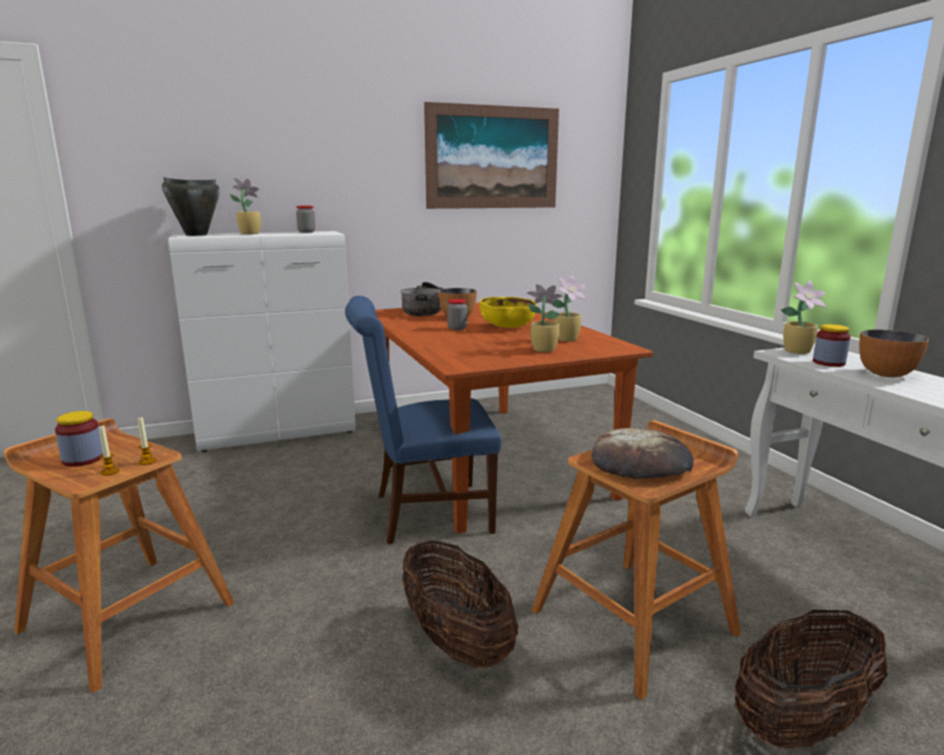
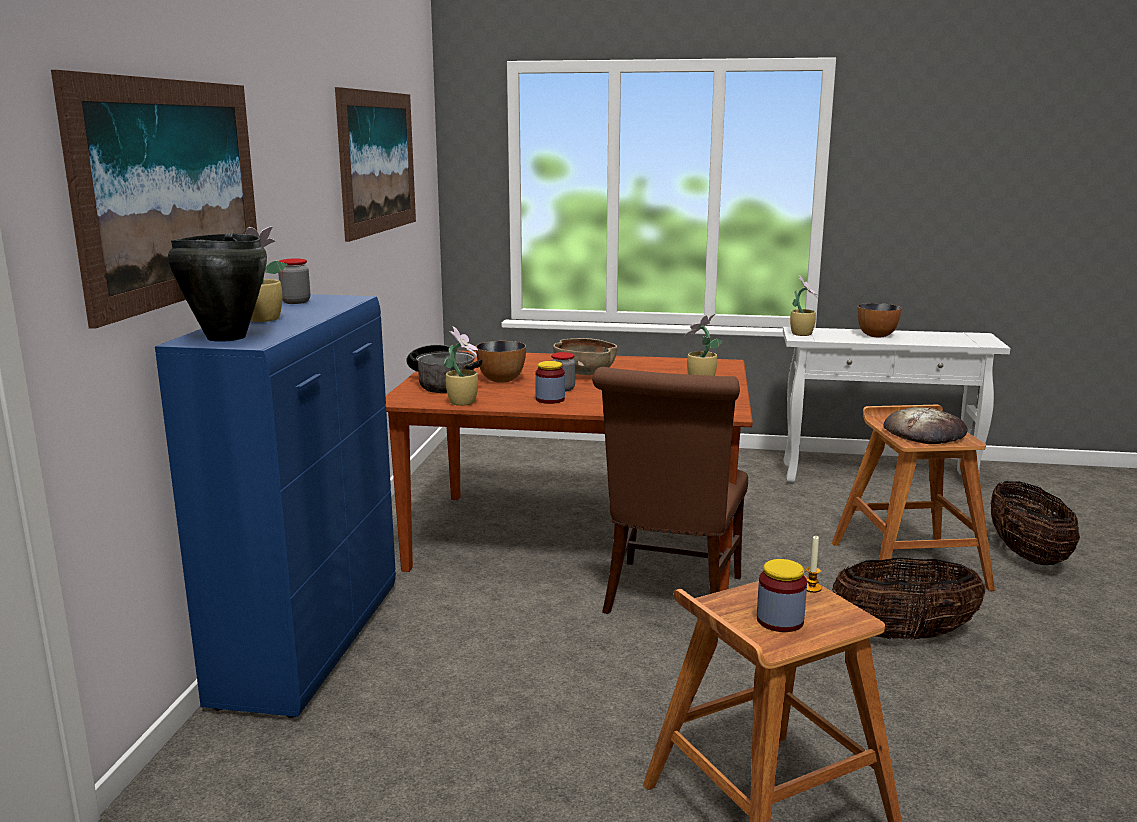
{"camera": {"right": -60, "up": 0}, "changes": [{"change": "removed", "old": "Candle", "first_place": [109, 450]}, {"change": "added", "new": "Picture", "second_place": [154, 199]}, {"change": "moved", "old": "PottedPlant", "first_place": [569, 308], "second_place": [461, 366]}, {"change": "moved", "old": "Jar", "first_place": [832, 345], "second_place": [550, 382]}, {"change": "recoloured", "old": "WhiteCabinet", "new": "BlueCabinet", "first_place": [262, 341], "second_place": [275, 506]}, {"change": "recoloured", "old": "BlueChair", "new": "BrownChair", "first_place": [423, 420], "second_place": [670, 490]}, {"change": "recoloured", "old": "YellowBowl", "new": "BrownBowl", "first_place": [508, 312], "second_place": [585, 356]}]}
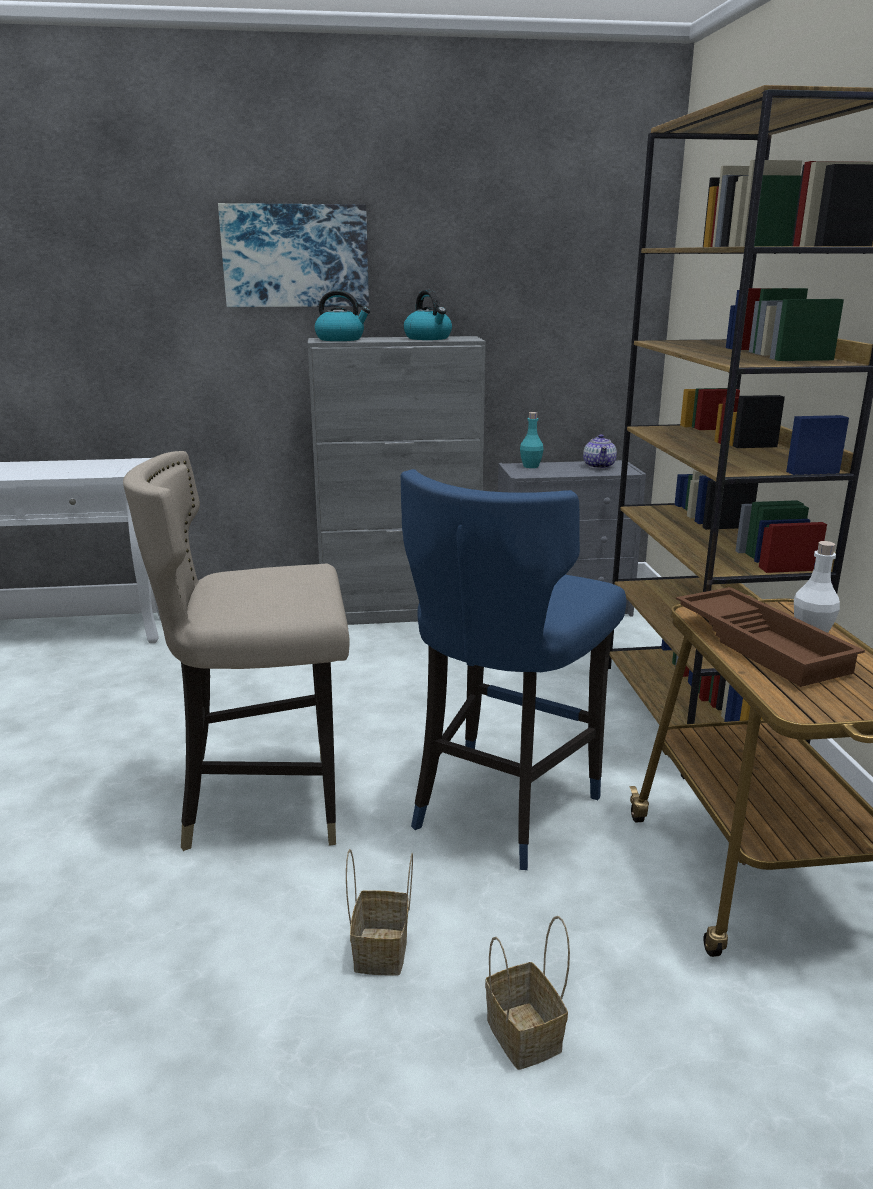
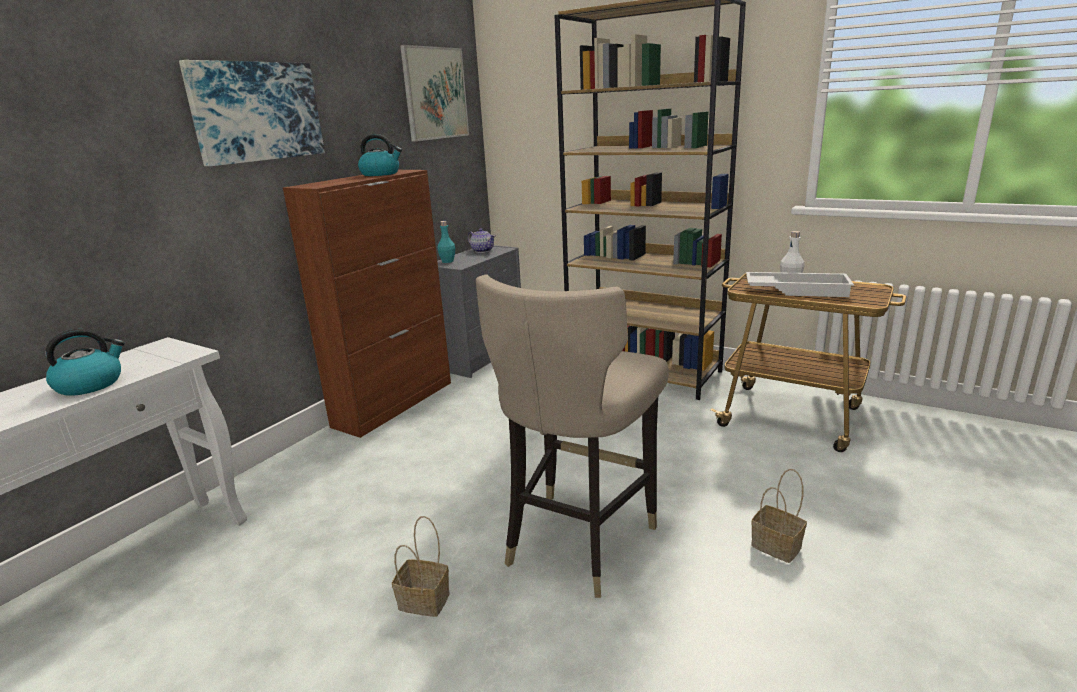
{"camera": {"right": -50, "up": 0}, "changes": [{"change": "removed", "old": "BlueStool", "first_place": [513, 669]}, {"change": "added", "new": "Picture", "second_place": [434, 93]}, {"change": "moved", "old": "Kettle", "first_place": [342, 315], "second_place": [85, 362]}, {"change": "moved", "old": "Basket", "first_place": [527, 993], "second_place": [421, 566]}, {"change": "recoloured", "old": "GreyCabinet", "new": "BrownCabinet", "first_place": [397, 480], "second_place": [367, 304]}, {"change": "recoloured", "old": "BrownTray", "new": "WhiteTray", "first_place": [770, 637], "second_place": [800, 284]}]}
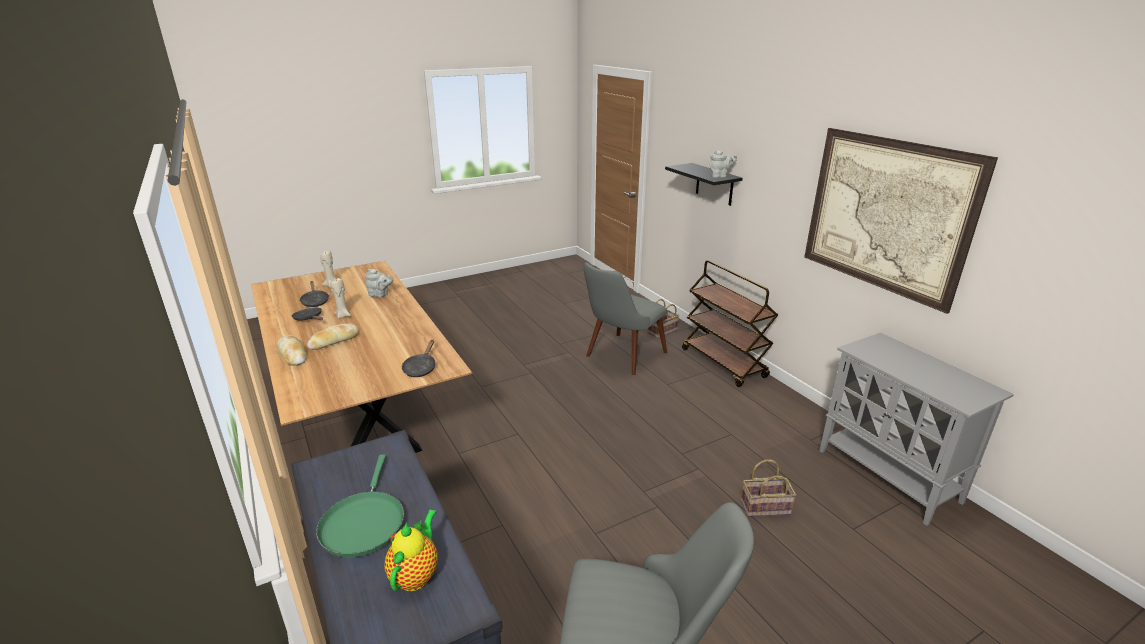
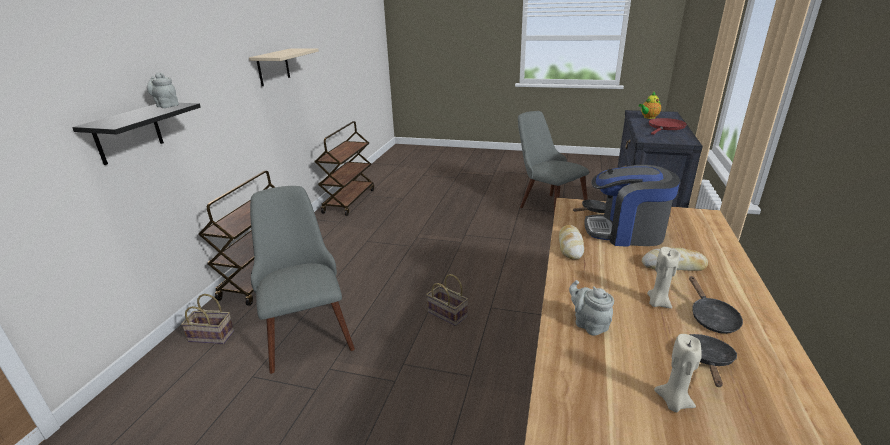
{"camera": {"right": -135, "up": 0}, "changes": [{"change": "added", "new": "CoffeeMachine", "second_place": [632, 205]}, {"change": "moved", "old": "Bread", "first_place": [291, 350], "second_place": [571, 242]}, {"change": "moved", "old": "Basket", "first_place": [768, 488], "second_place": [447, 300]}, {"change": "replaced", "old": "Picture", "new": "BeigeShelf", "first_place": [901, 221], "second_place": [284, 67]}, {"change": "replaced", "old": "GreyCabinet", "new": "BrownCart", "first_place": [916, 429], "second_place": [344, 168]}, {"change": "recoloured", "old": "GreenFryingPan", "new": "RedFryingPan", "first_place": [360, 505], "second_place": [668, 126]}, {"change": "turned", "old": "GreyChair", "first_place": [625, 318], "second_place": [302, 280], "degrees": -105}]}
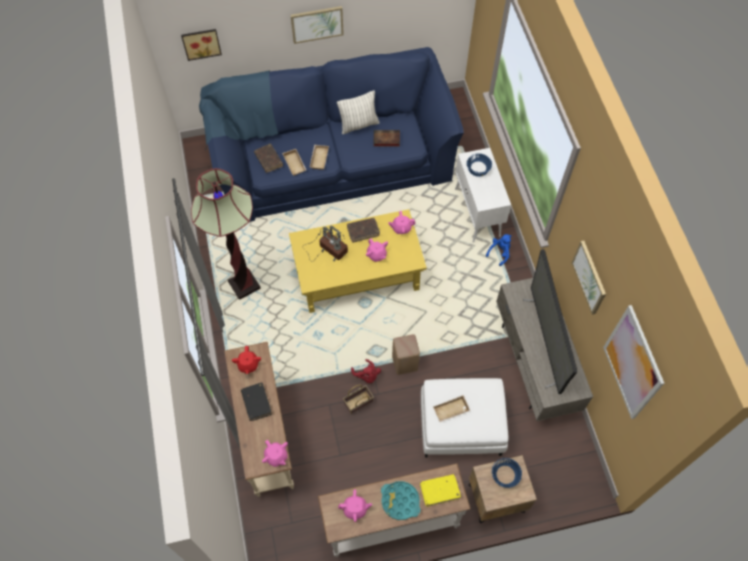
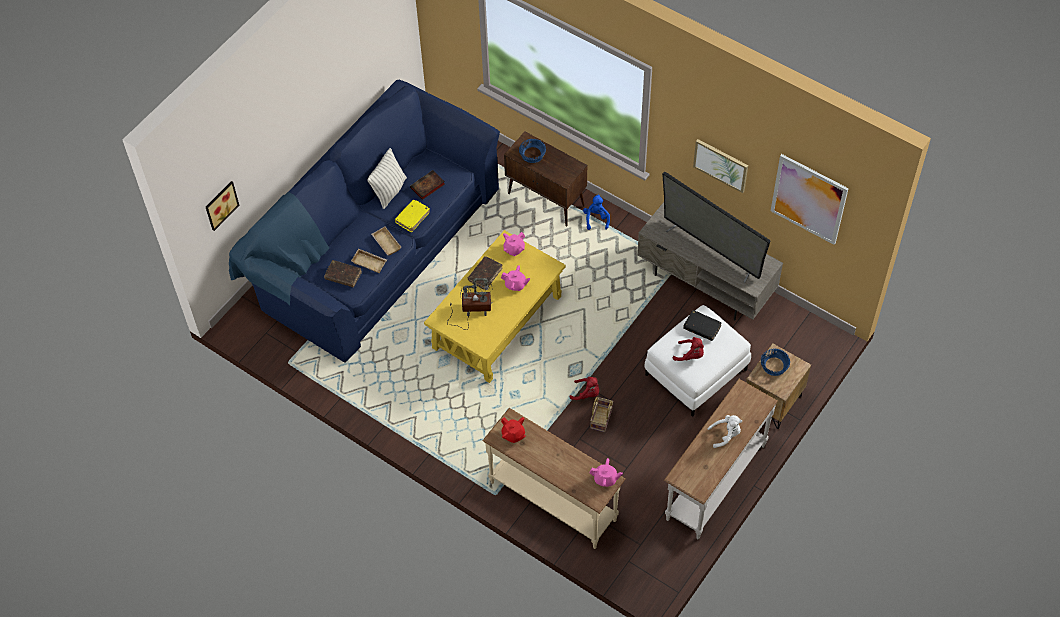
{"camera": {"right": -40, "up": -5}, "changes": [{"change": "removed", "old": "FloorLamp", "first_place": [226, 234]}, {"change": "removed", "old": "Picture", "first_place": [317, 25]}, {"change": "removed", "old": "PinkTeapot", "first_place": [355, 505]}, {"change": "removed", "old": "BeigeStool", "first_place": [406, 354]}, {"change": "moved", "old": "BlackBook", "first_place": [256, 401], "second_place": [702, 325]}, {"change": "moved", "old": "YellowBook", "first_place": [440, 490], "second_place": [412, 216]}, {"change": "replaced", "old": "TurquoiseTray", "new": "WhitePlushToy", "first_place": [401, 500], "second_place": [725, 431]}, {"change": "replaced", "old": "BeigeTray", "new": "RedPlushToy", "first_place": [451, 408], "second_place": [688, 349]}, {"change": "recoloured", "old": "WhiteCabinet", "new": "BrownCabinet", "first_place": [483, 195], "second_place": [545, 179]}]}
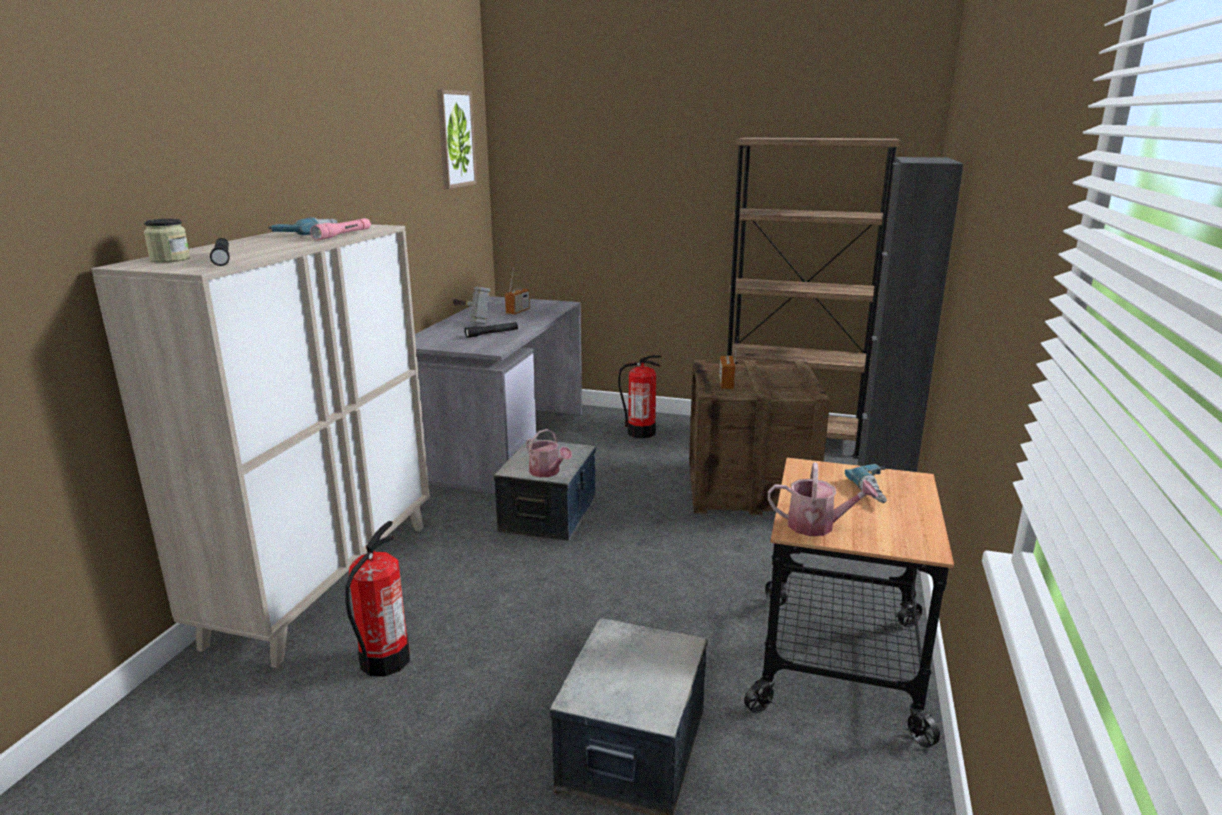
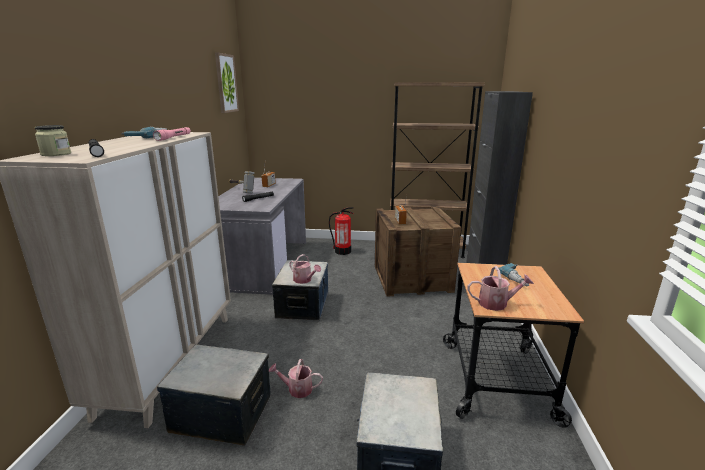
{"camera": {"right": -10, "up": 0}, "changes": [{"change": "added", "new": "WateringCan", "second_place": [296, 378]}, {"change": "replaced", "old": "FireExtinguisher", "new": "StorageBox", "first_place": [377, 598], "second_place": [214, 395]}]}
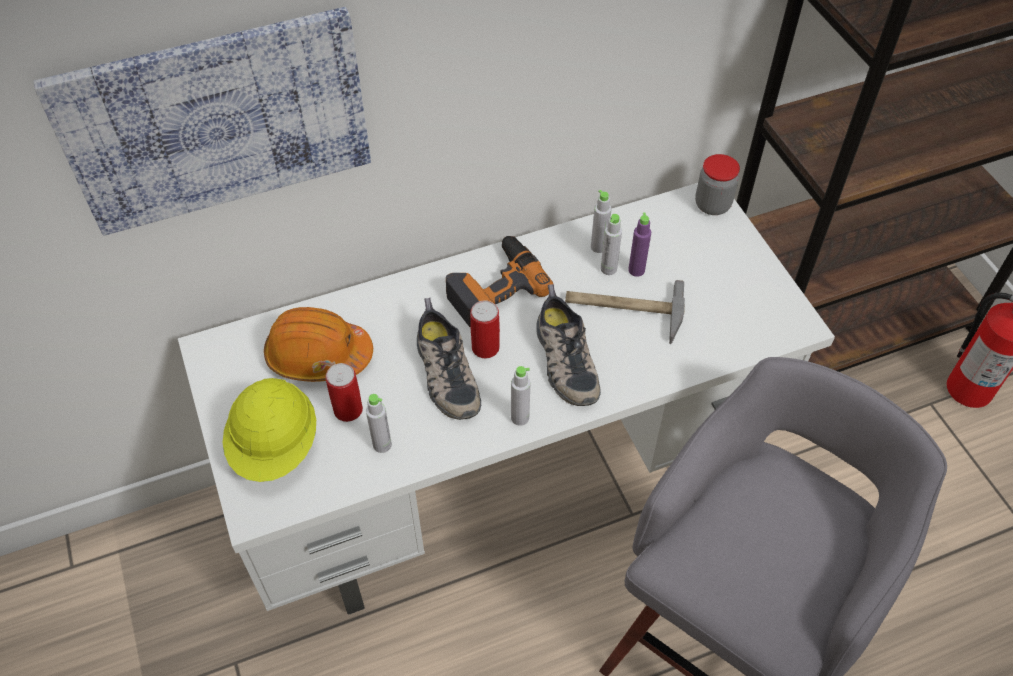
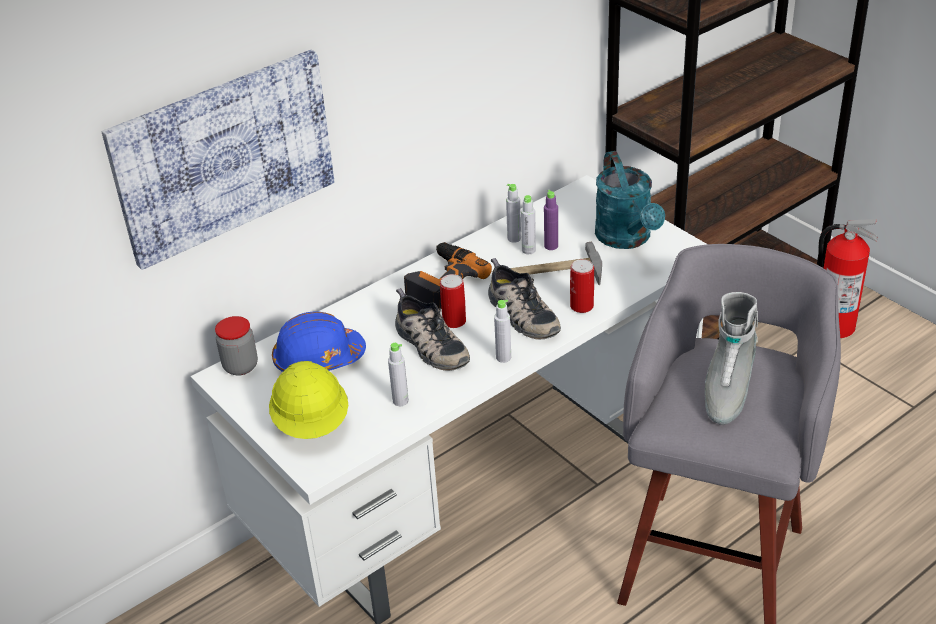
{"camera": {"right": -15, "up": -15}, "changes": [{"change": "added", "new": "TurquoiseWateringCan", "second_place": [630, 200]}, {"change": "added", "new": "GreyBoot", "second_place": [731, 358]}, {"change": "moved", "old": "Can", "first_place": [344, 392], "second_place": [582, 286]}, {"change": "moved", "old": "Jar", "first_place": [717, 184], "second_place": [236, 346]}, {"change": "recoloured", "old": "OrangeHardHat", "new": "BlueHardHat", "first_place": [318, 344], "second_place": [319, 341]}]}
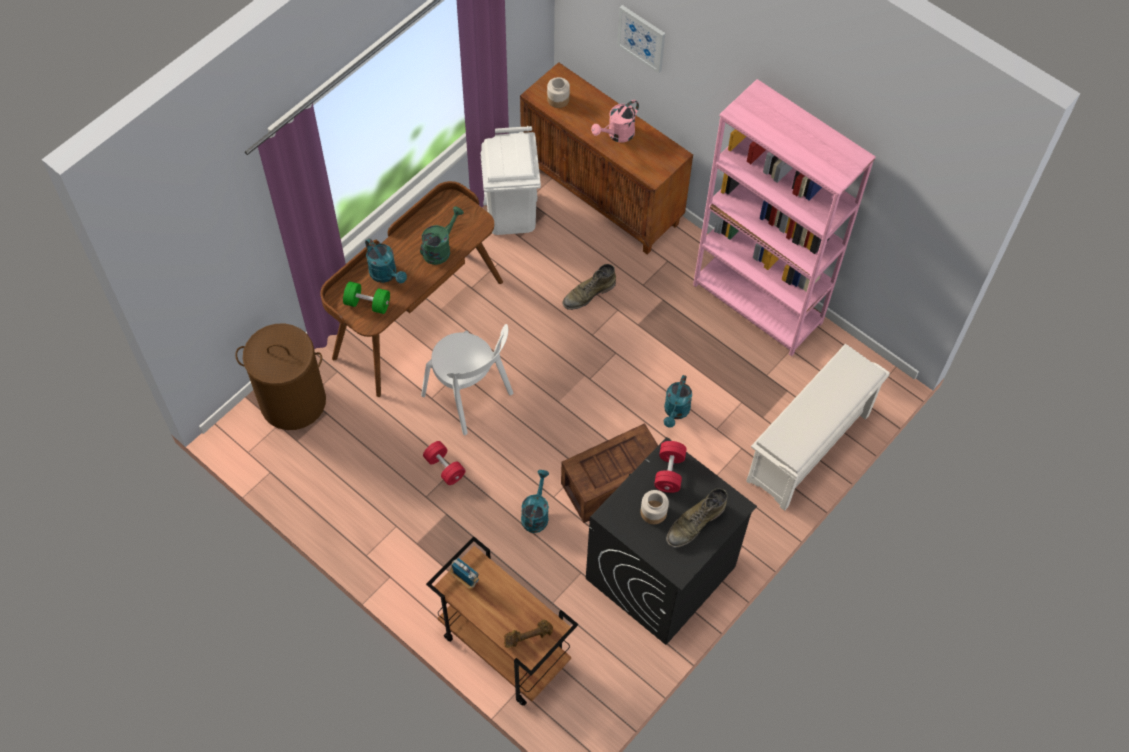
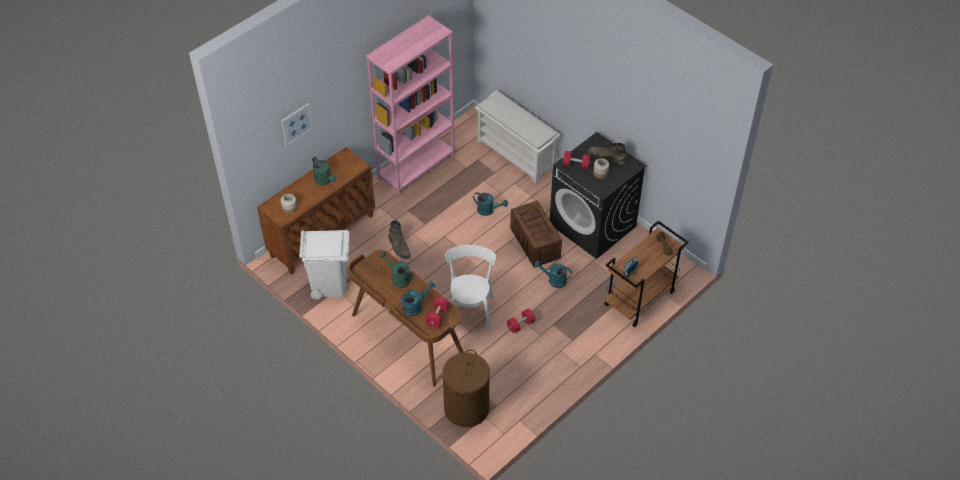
{"camera": {"right": -85, "up": -10}, "changes": [{"change": "recoloured", "old": "GreenDumbbell", "new": "RedDumbbell", "first_place": [366, 297], "second_place": [437, 312]}, {"change": "recoloured", "old": "PinkWateringCan", "new": "GreenWateringCan", "first_place": [615, 121], "second_place": [324, 171]}, {"change": "turned", "old": "WhiteChair", "first_place": [467, 380], "second_place": [470, 288], "degrees": -45}, {"change": "turned", "old": "GreenBoot", "first_place": [697, 518], "second_place": [607, 154], "degrees": 150}]}
